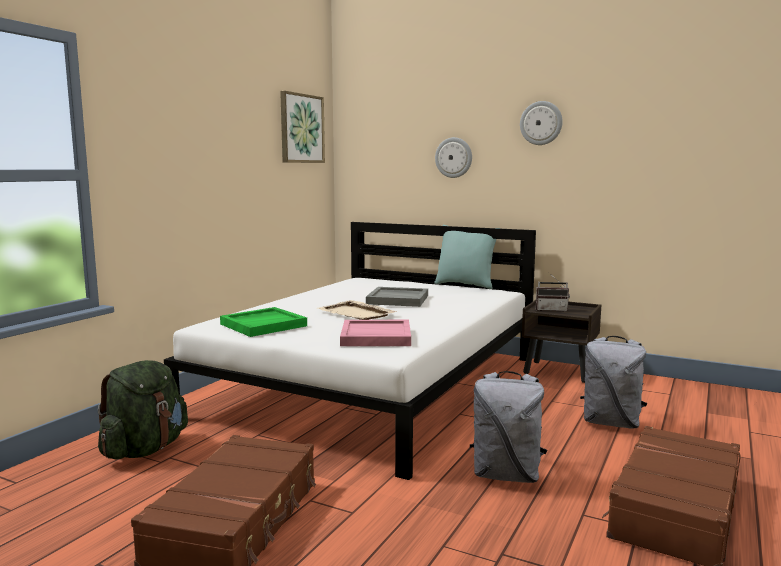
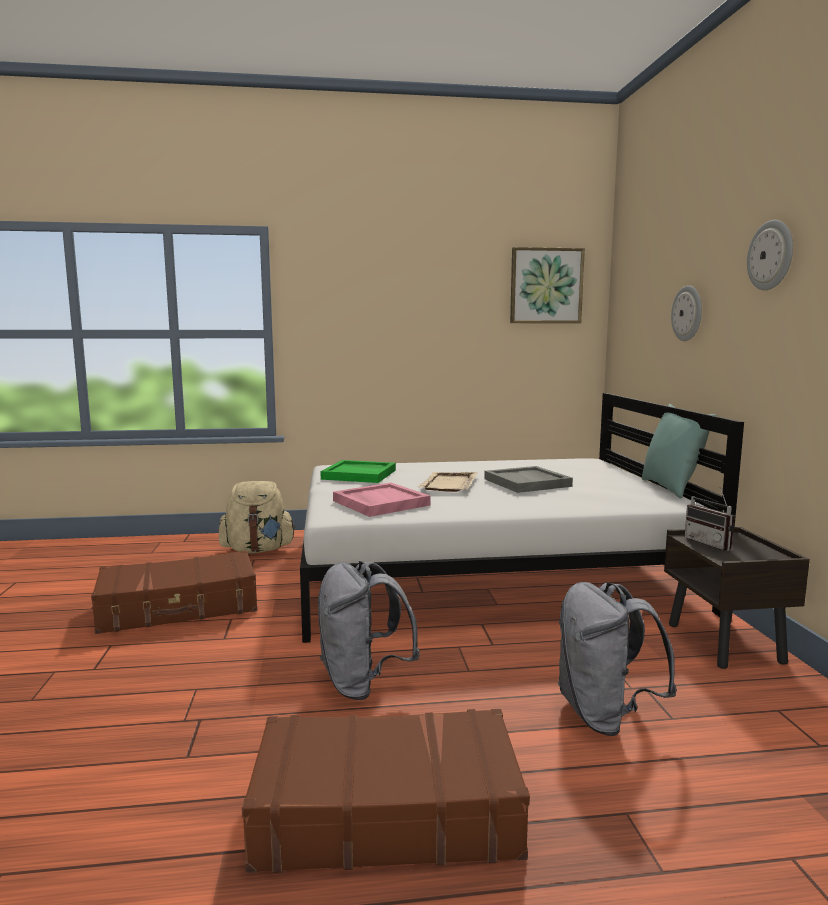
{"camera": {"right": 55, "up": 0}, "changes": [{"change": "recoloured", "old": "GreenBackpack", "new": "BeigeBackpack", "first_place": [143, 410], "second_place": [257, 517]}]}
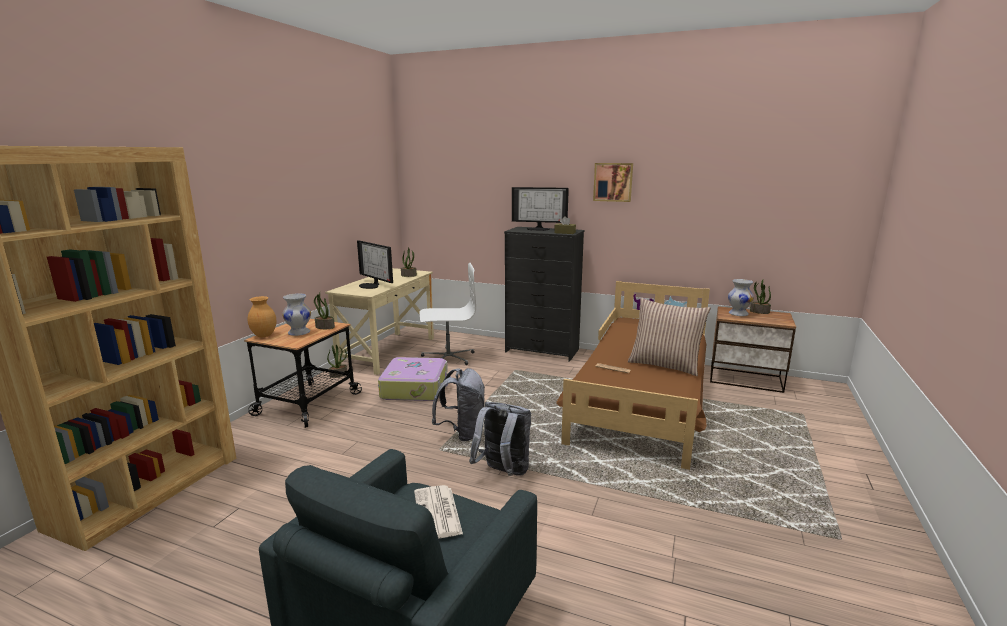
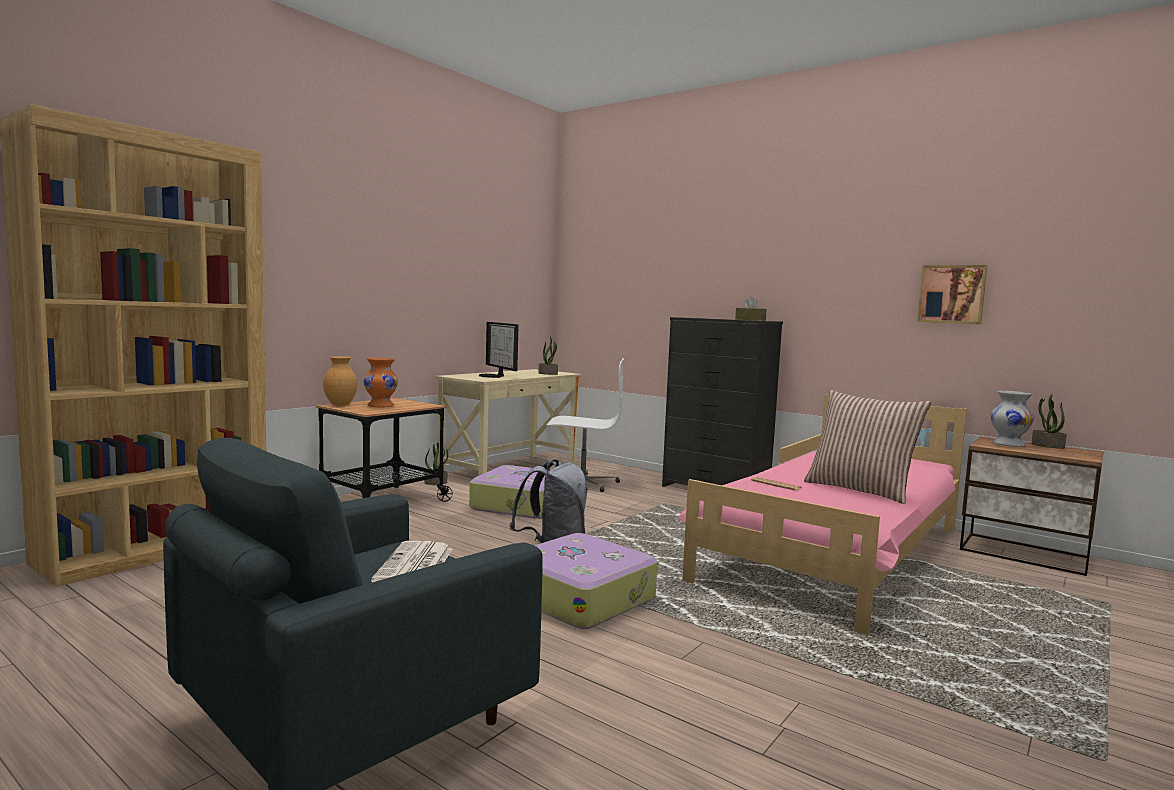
{"camera": {"right": 15, "up": -10}, "changes": [{"change": "removed", "old": "PottedPlant", "first_place": [324, 311]}, {"change": "removed", "old": "Monitor", "first_place": [540, 209]}, {"change": "moved", "old": "Picture", "first_place": [613, 182], "second_place": [952, 294]}, {"change": "replaced", "old": "GreyBackpack", "new": "Suitcase", "first_place": [500, 439], "second_place": [595, 581]}, {"change": "recoloured", "old": "WhiteVase", "new": "OrangeVase", "first_place": [296, 314], "second_place": [380, 382]}, {"change": "recoloured", "old": "BrownBed", "new": "PinkBed", "first_place": [633, 375], "second_place": [822, 514]}]}
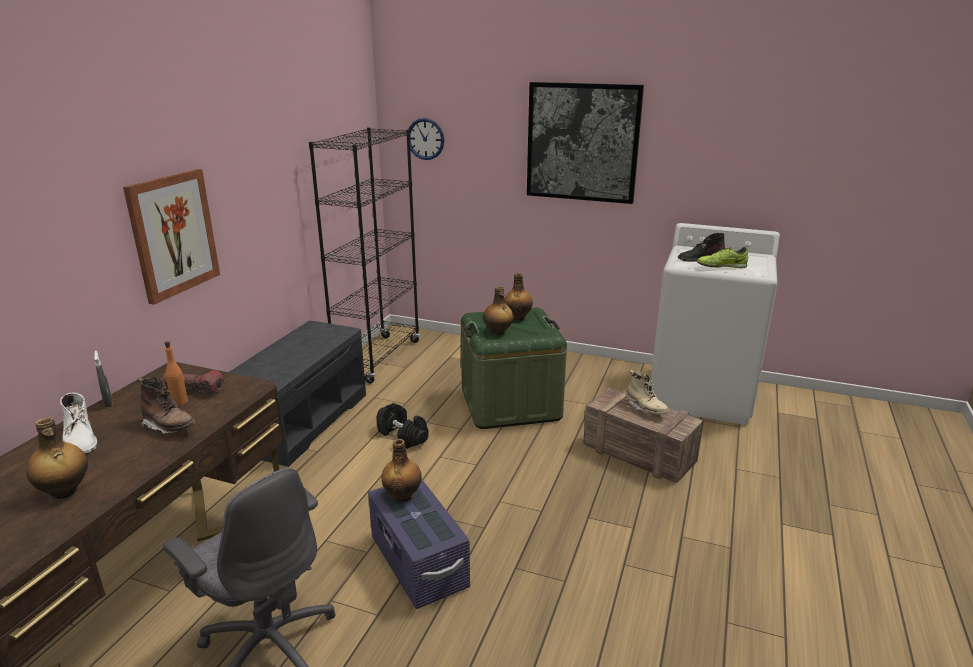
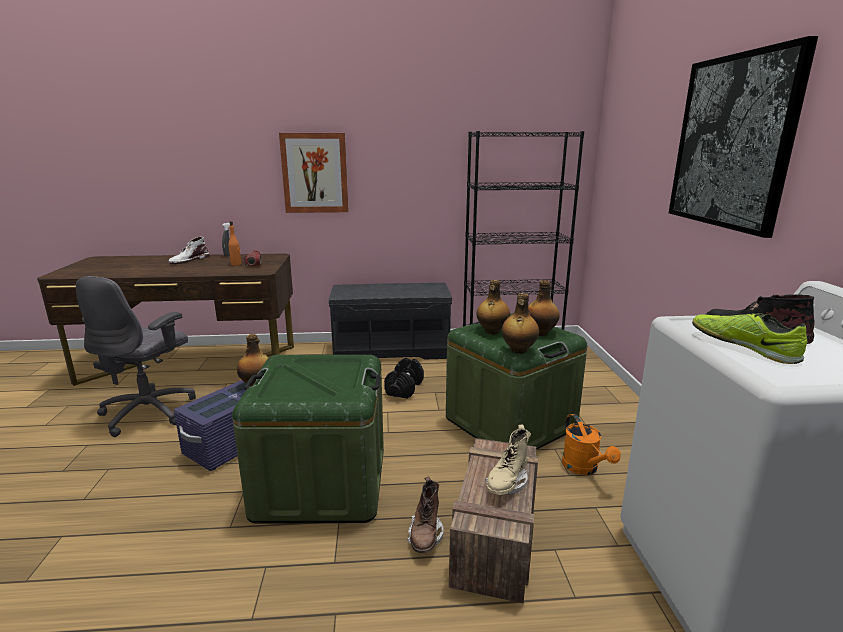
{"camera": {"right": 65, "up": -5}, "changes": [{"change": "removed", "old": "WallClock", "first_place": [426, 139]}, {"change": "added", "new": "GreenStorageBox", "second_place": [308, 439]}, {"change": "added", "new": "OrangeWateringCan", "second_place": [591, 444]}, {"change": "moved", "old": "Bottle", "first_place": [57, 458], "second_place": [520, 323]}, {"change": "moved", "old": "BrownBoot", "first_place": [166, 405], "second_place": [425, 514]}]}
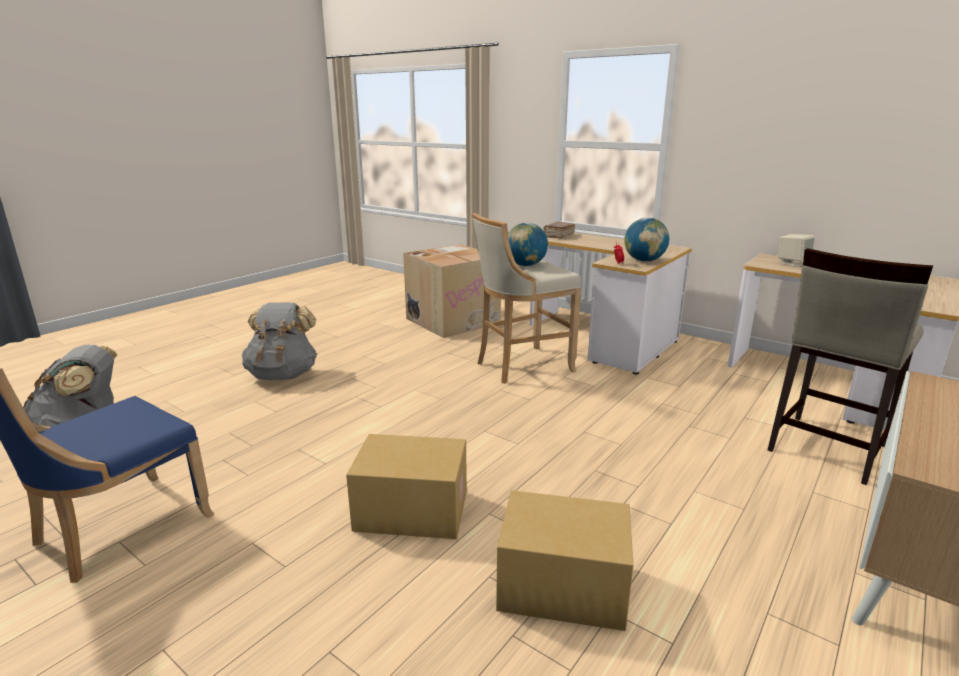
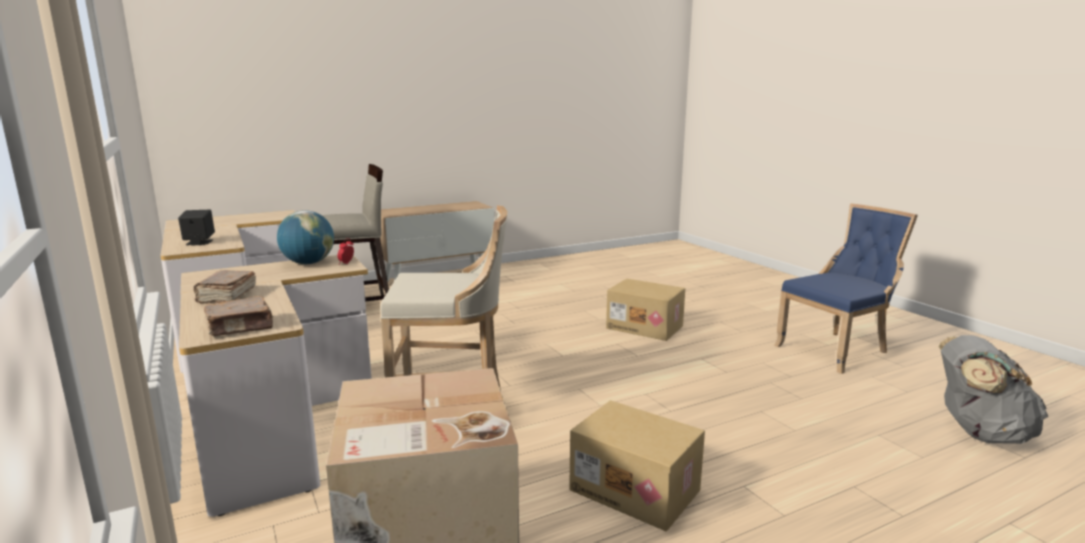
{"camera": {"right": -155, "up": -5}, "changes": [{"change": "removed", "old": "GreyBackpack", "first_place": [279, 341]}, {"change": "removed", "old": "Globe", "first_place": [528, 244]}, {"change": "added", "new": "BrownBook", "second_place": [225, 287]}, {"change": "moved", "old": "CardboardBox", "first_place": [565, 560], "second_place": [637, 465]}, {"change": "recoloured", "old": "BeigeSpeaker", "new": "BlackSpeaker", "first_place": [796, 250], "second_place": [196, 227]}]}
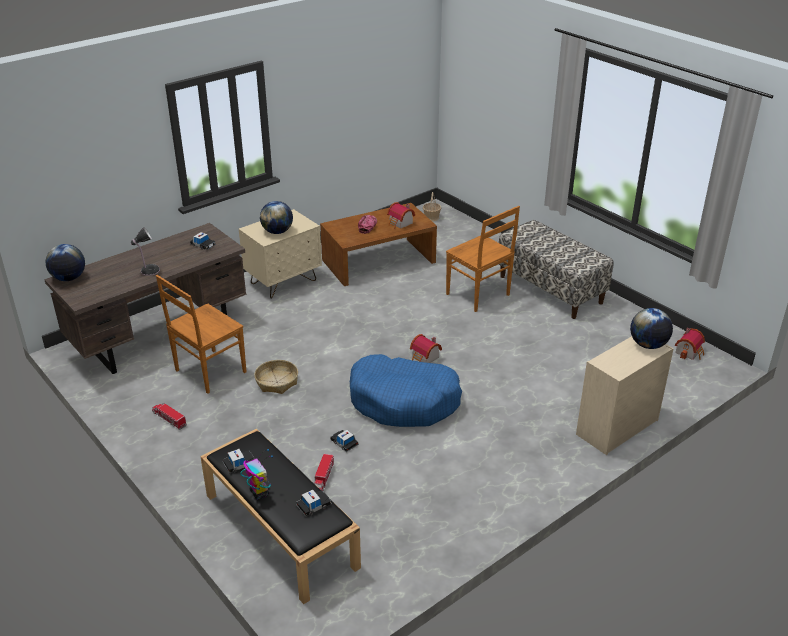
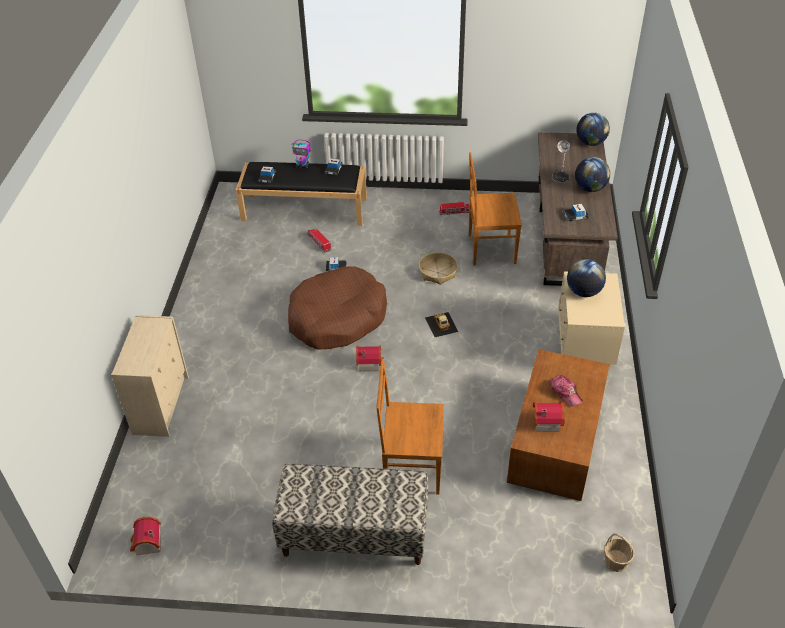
{"camera": {"right": 135, "up": 10}, "changes": [{"change": "added", "new": "ToyCar", "second_place": [441, 324]}, {"change": "moved", "old": "Globe", "first_place": [651, 328], "second_place": [592, 174]}, {"change": "recoloured", "old": "BlueDogBed", "new": "BrownDogBed", "first_place": [406, 390], "second_place": [337, 308]}, {"change": "turned", "old": "BrownChair", "first_place": [201, 334], "second_place": [495, 209], "degrees": -90}]}
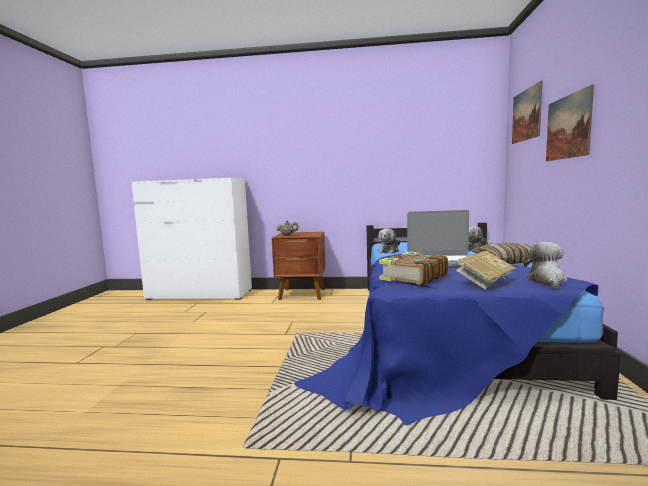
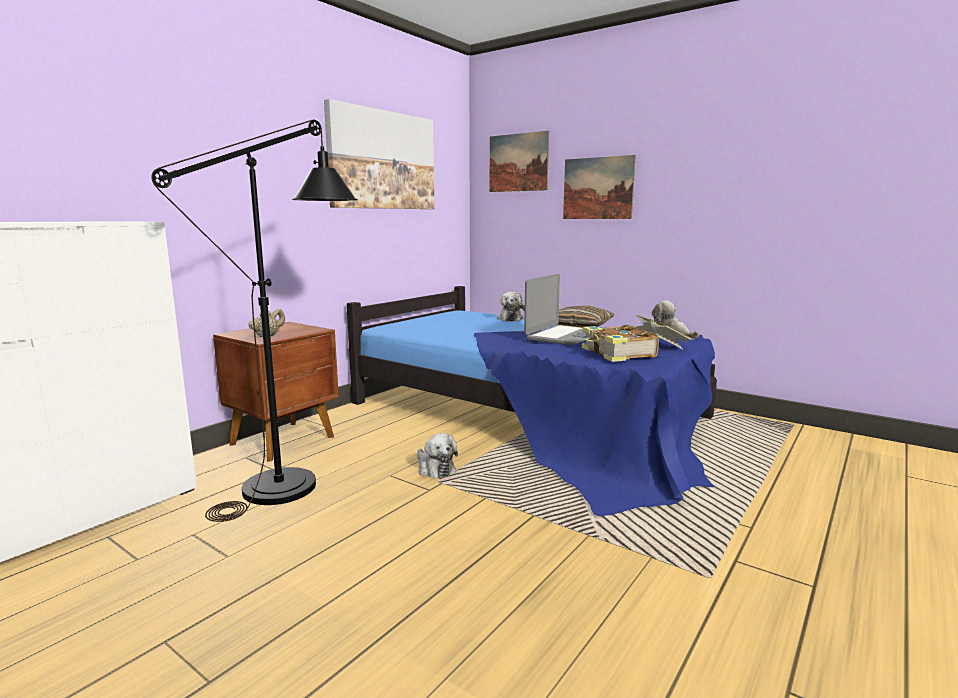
{"camera": {"right": -60, "up": 5}, "changes": [{"change": "added", "new": "BlackFloorLamp", "second_place": [254, 320]}, {"change": "added", "new": "Picture", "second_place": [379, 154]}, {"change": "moved", "old": "PlushToy", "first_place": [389, 241], "second_place": [437, 456]}]}
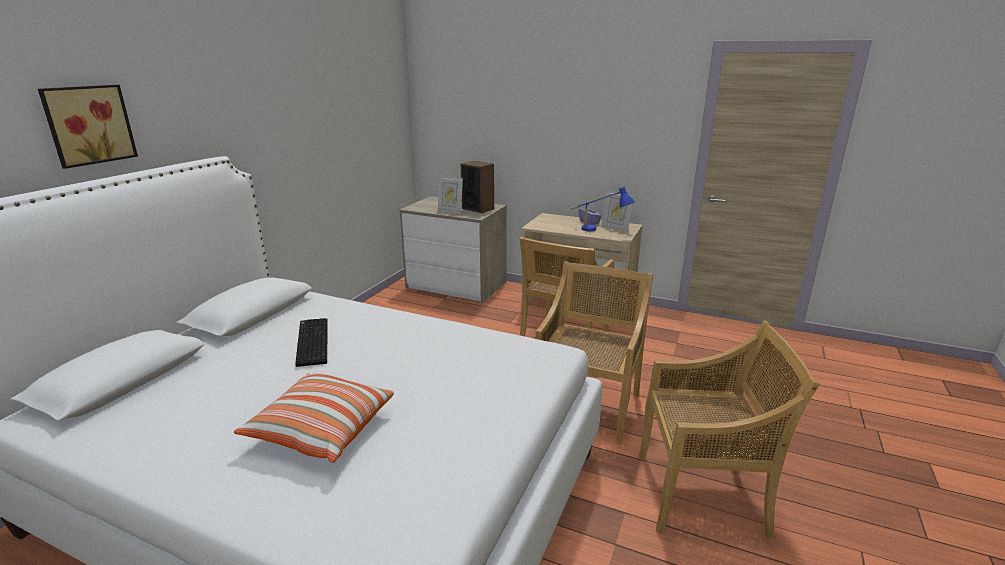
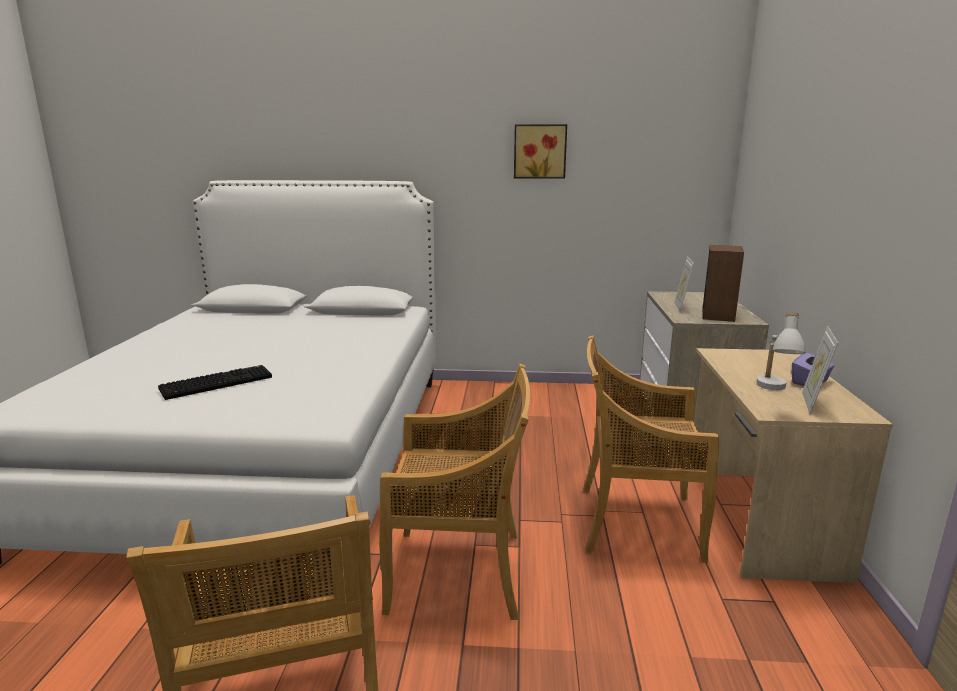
{"camera": {"right": 70, "up": -5}, "changes": [{"change": "removed", "old": "Pillow", "first_place": [314, 418]}, {"change": "moved", "old": "Picture", "first_place": [88, 127], "second_place": [540, 151]}, {"change": "moved", "old": "Keyboard", "first_place": [311, 342], "second_place": [215, 382]}, {"change": "recoloured", "old": "BlueTableLamp", "new": "WhiteTableLamp", "first_place": [602, 208], "second_place": [781, 351]}]}
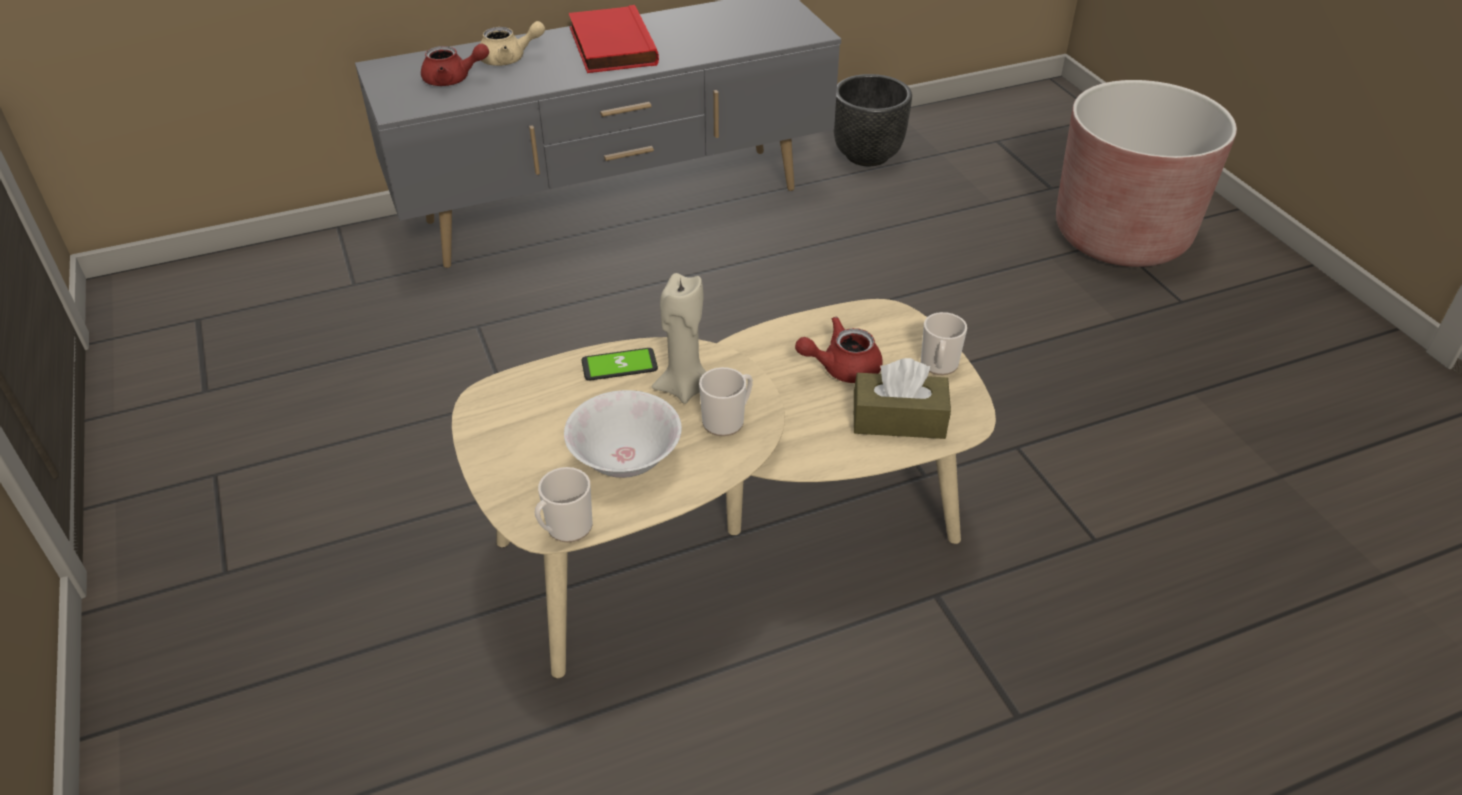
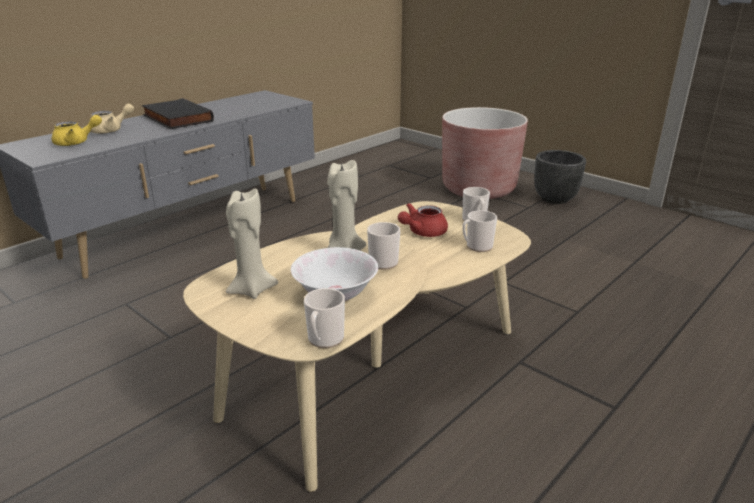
{"camera": {"right": -25, "up": -15}, "changes": [{"change": "removed", "old": "Phone", "first_place": [620, 364]}, {"change": "added", "new": "BeigeCandle", "second_place": [252, 243]}, {"change": "moved", "old": "BlackPlanter", "first_place": [872, 120], "second_place": [560, 177]}, {"change": "replaced", "old": "BrownTissueBox", "new": "Mug", "first_place": [902, 398], "second_place": [479, 231]}, {"change": "recoloured", "old": "RedTeapot", "new": "YellowTeapot", "first_place": [455, 64], "second_place": [77, 130]}, {"change": "recoloured", "old": "RedBook", "new": "BlackBook", "first_place": [614, 39], "second_place": [178, 113]}]}
